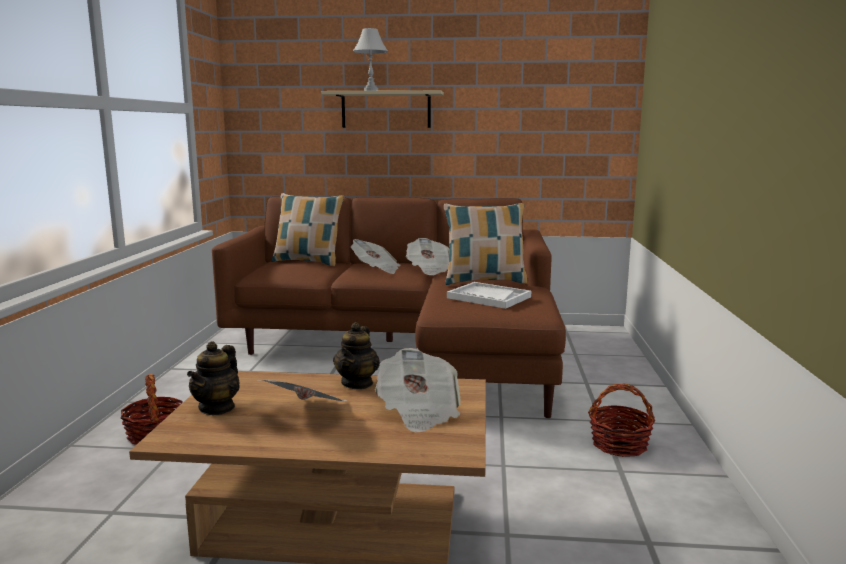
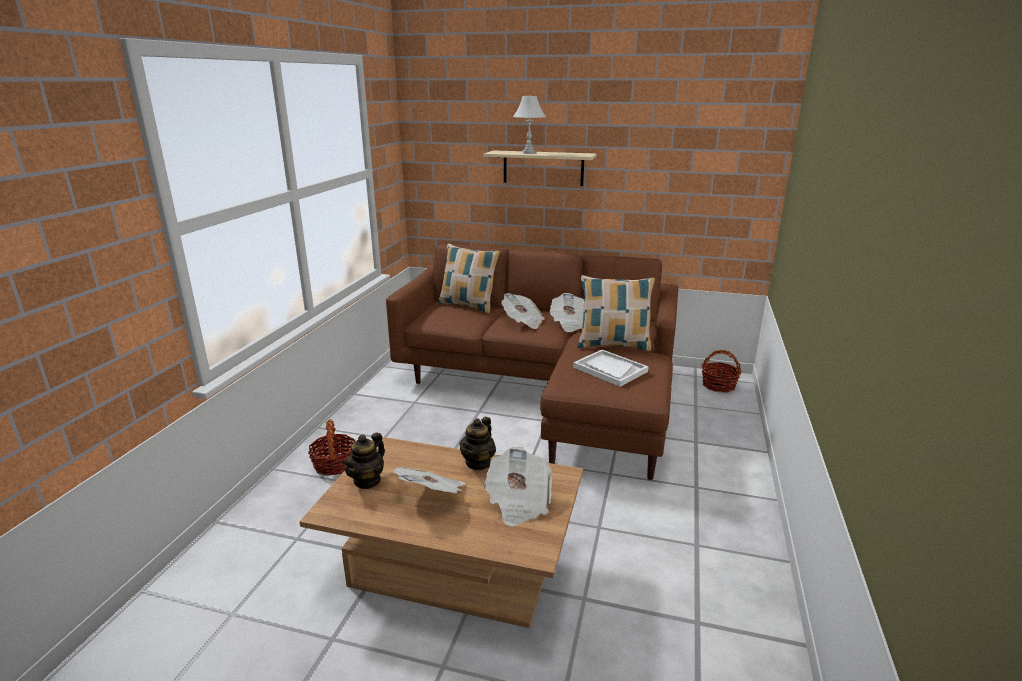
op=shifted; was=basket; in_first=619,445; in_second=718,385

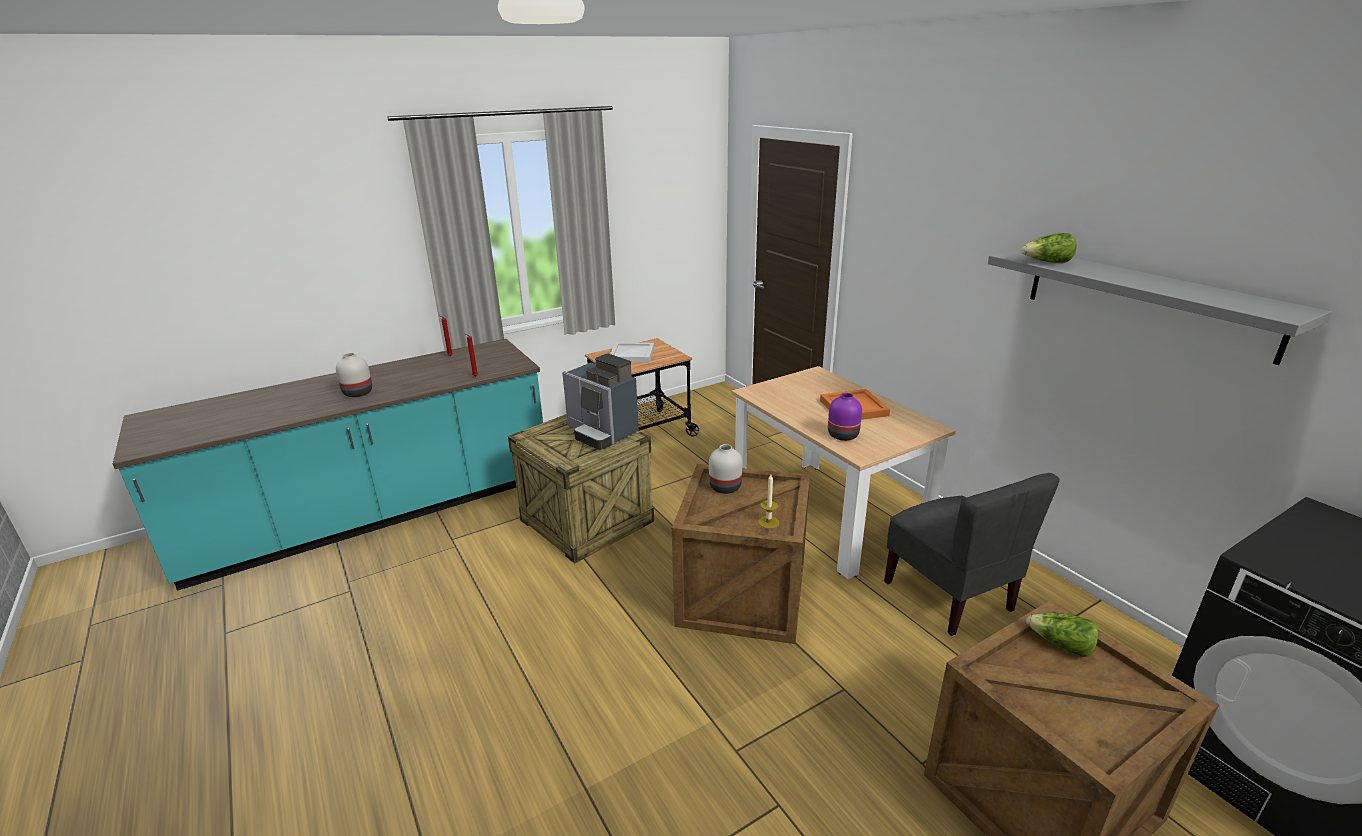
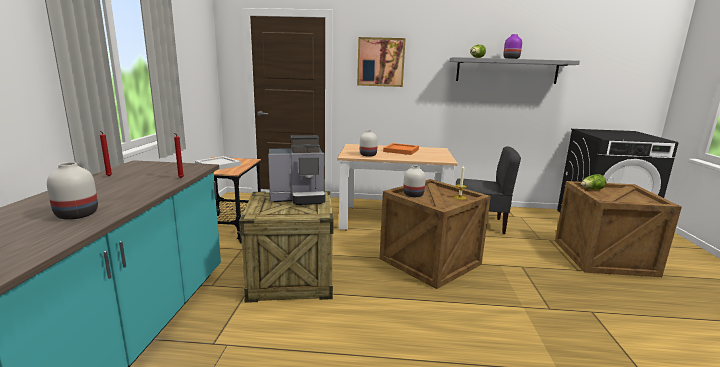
op=shifted; was=purple decorative vase; in_first=842,435; in_second=510,58
op=new; now=wall art; in_second=380,62
op=new; now=whitish decorative vase; in_second=367,155

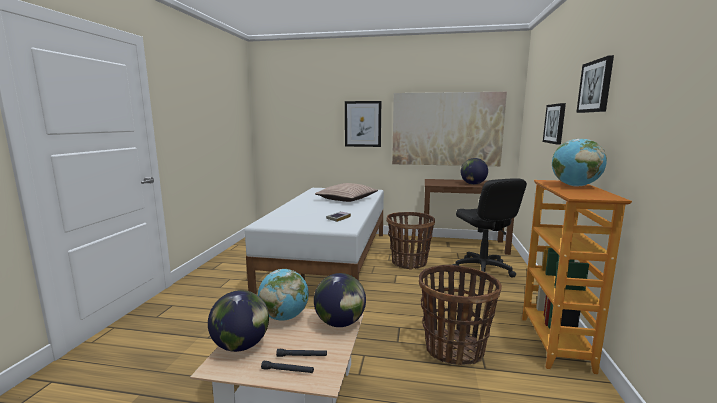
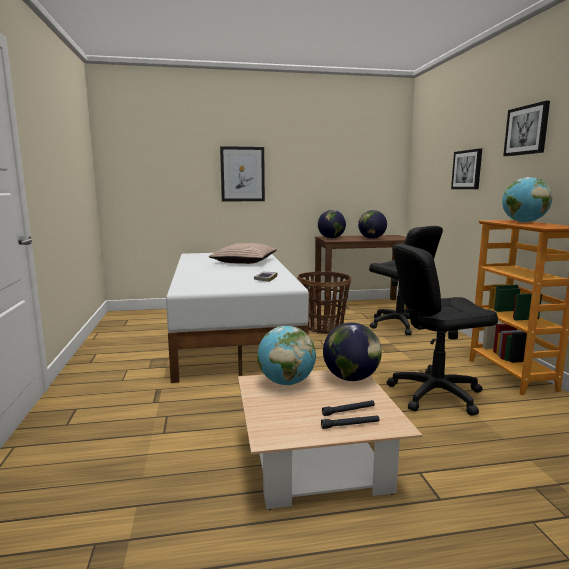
op=gone; was=wall art; in_first=446,129
op=swapped; was=basket; now=black office chair; in_first=454,348; in_second=435,394
op=shifted; was=world globe; in_first=241,346; in_second=331,238

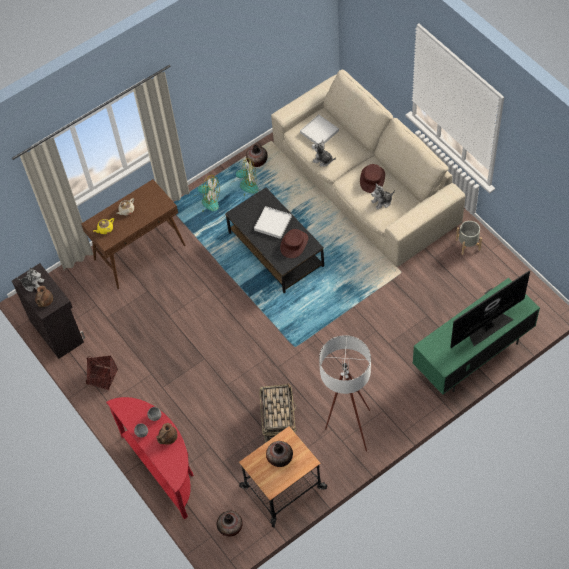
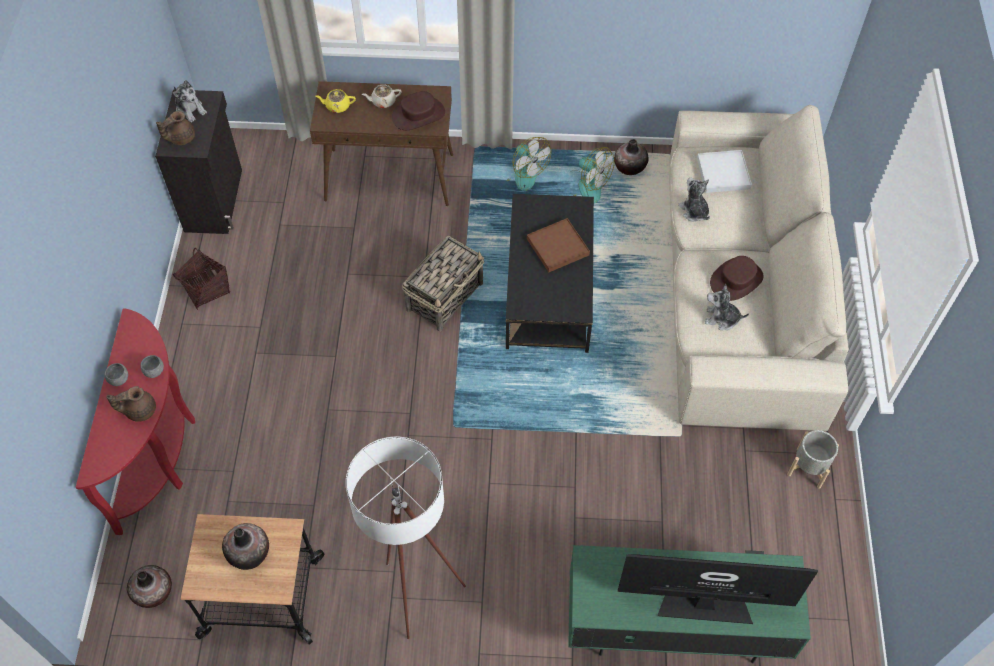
op=repainted; was=whitish tray; now=brown tray; in_first=272,223; in_second=557,247
op=shifted; was=brown clothing hat; in_first=294,244; in_second=418,114
op=shifted; was=basket; in_first=279,421; in_second=445,296

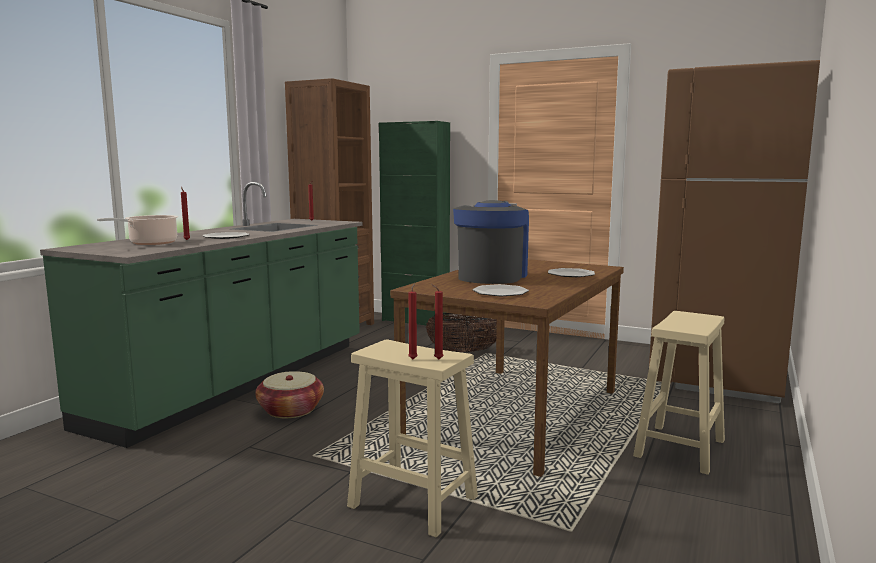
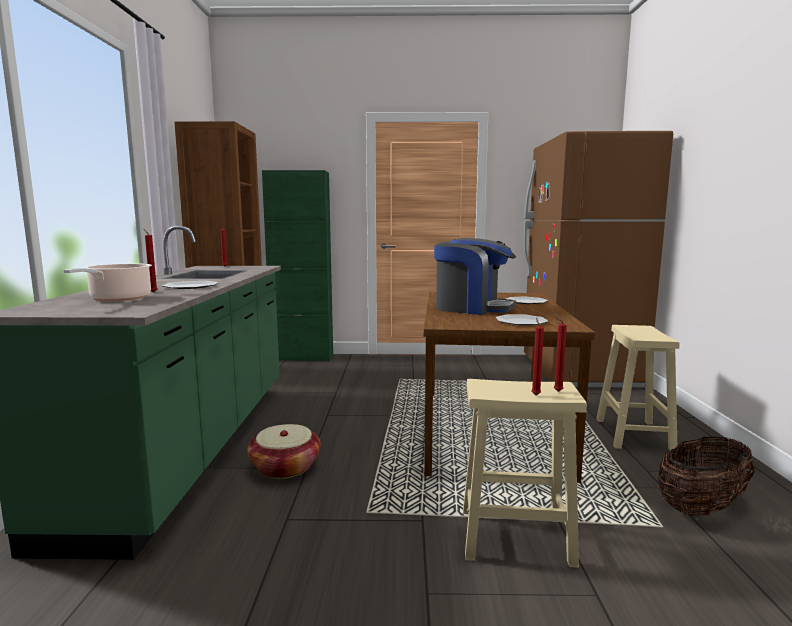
op=rotated; was=coffee brewer; in_first=491,276; in_second=472,308; clockwise=120
op=shifted; was=basket; in_first=464,351; in_second=701,507

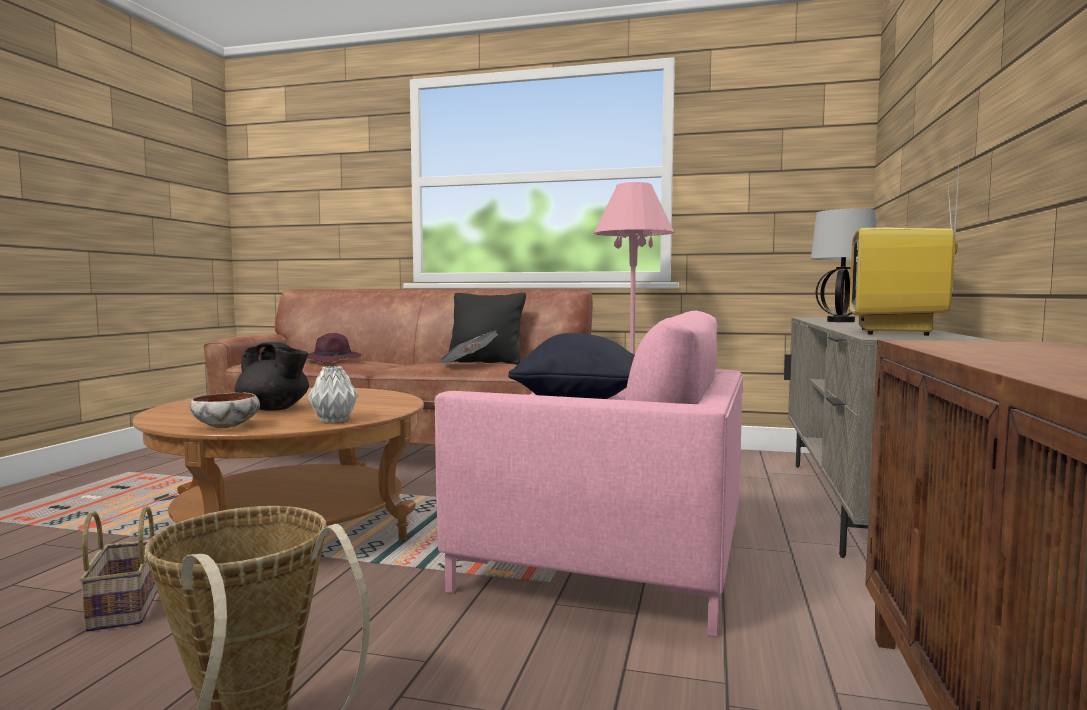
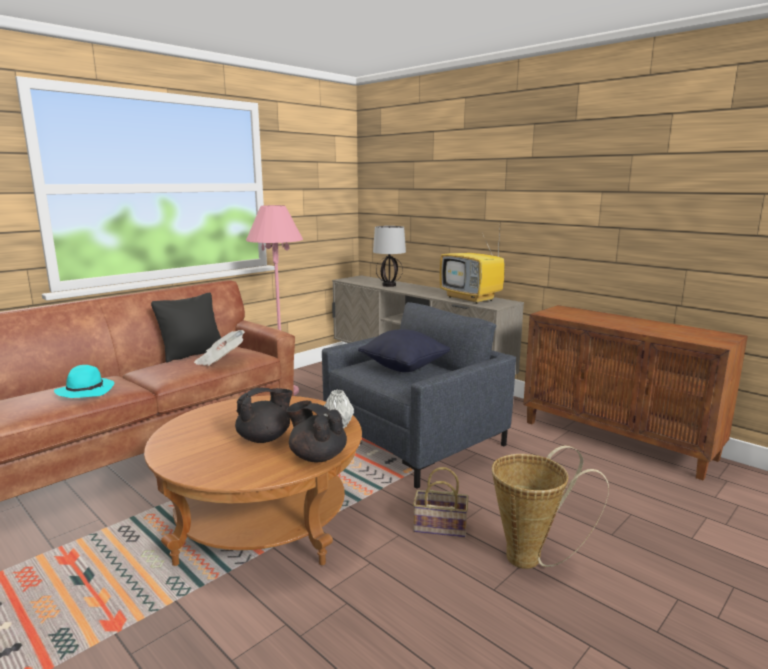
op=repainted; was=pink armchair; now=greyish armchair; in_first=606,557; in_second=416,441
op=repainted; was=purple clothing hat; now=turquoise clothing hat; in_first=333,360; in_second=86,391
op=swapped; was=deep dish; now=black pot for tea; in_first=227,426; in_second=317,456
op=shifted; was=basket; in_first=123,607; in_second=438,527

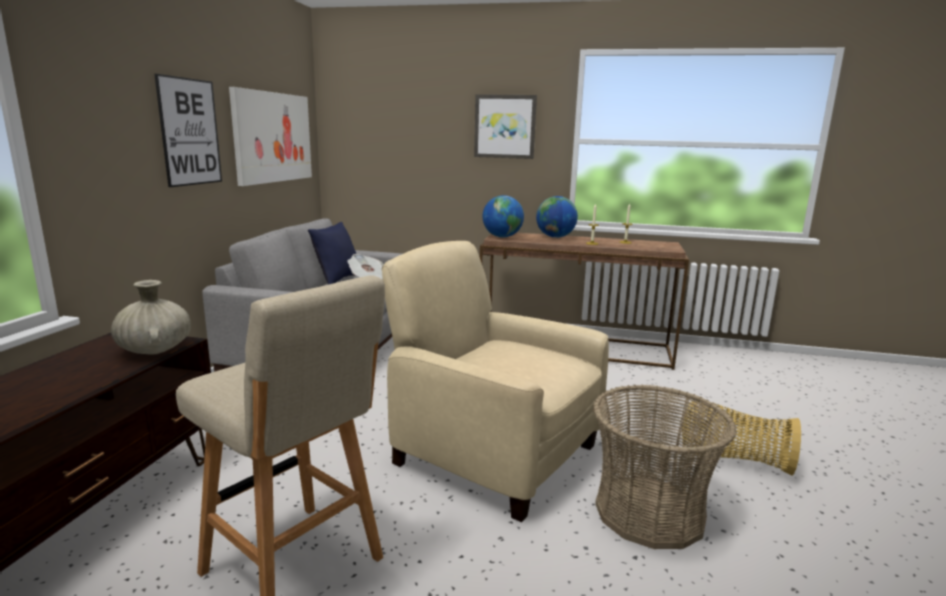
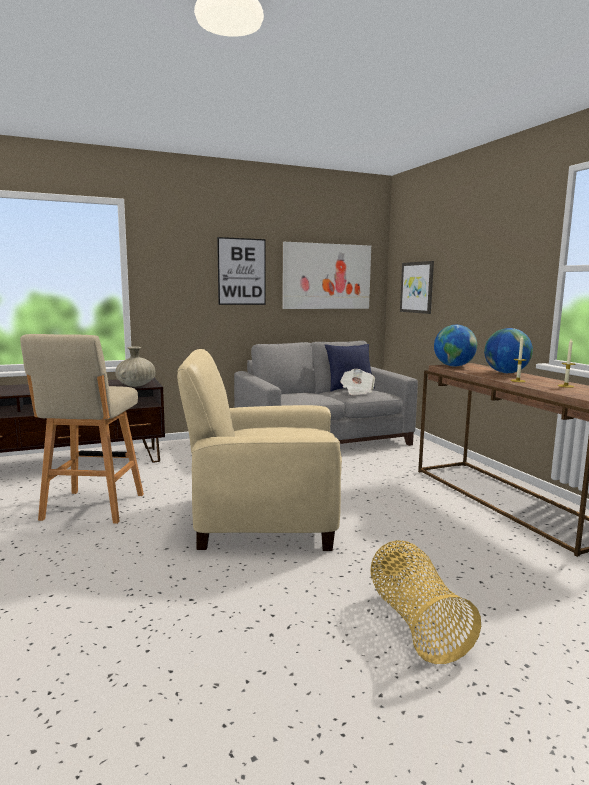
op=shifted; was=wall art; in_first=505,126; in_second=417,287
op=rotated; was=beige-coloured armchair; in_first=494,453; in_second=264,520; clockwise=-90
op=gone; was=basket; in_first=649,512

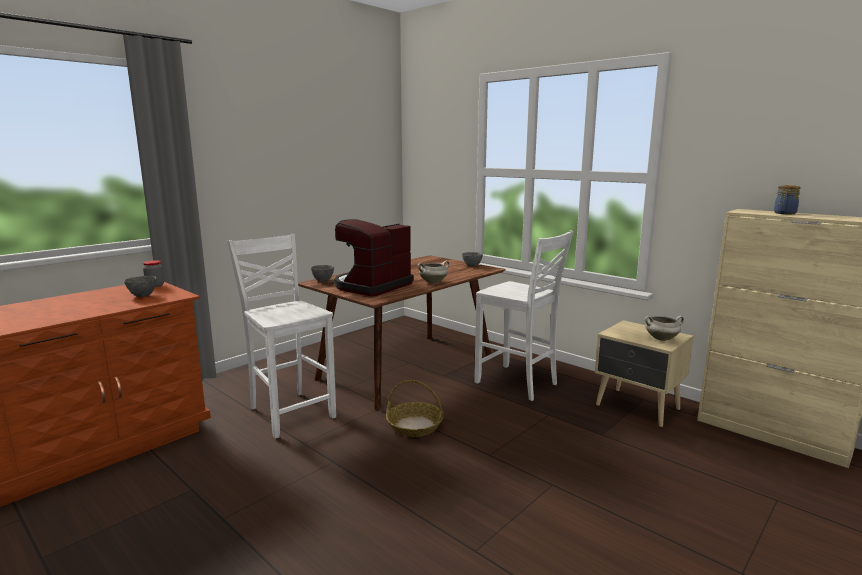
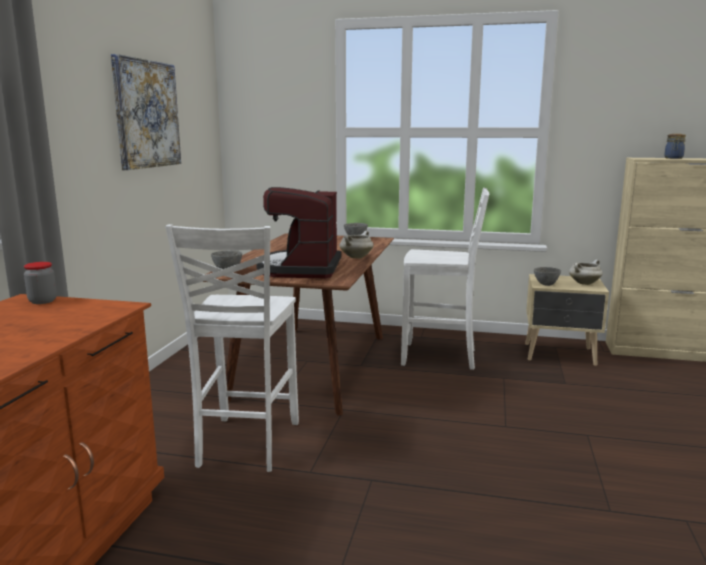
op=rotated; was=whitish plain chair; in_first=290,412; in_second=245,445; clockwise=-105
op=shifted; was=greyish deep dish; in_first=142,295; in_second=546,284
op=gone; was=basket; in_first=415,426
op=new; now=wall art; in_second=146,114

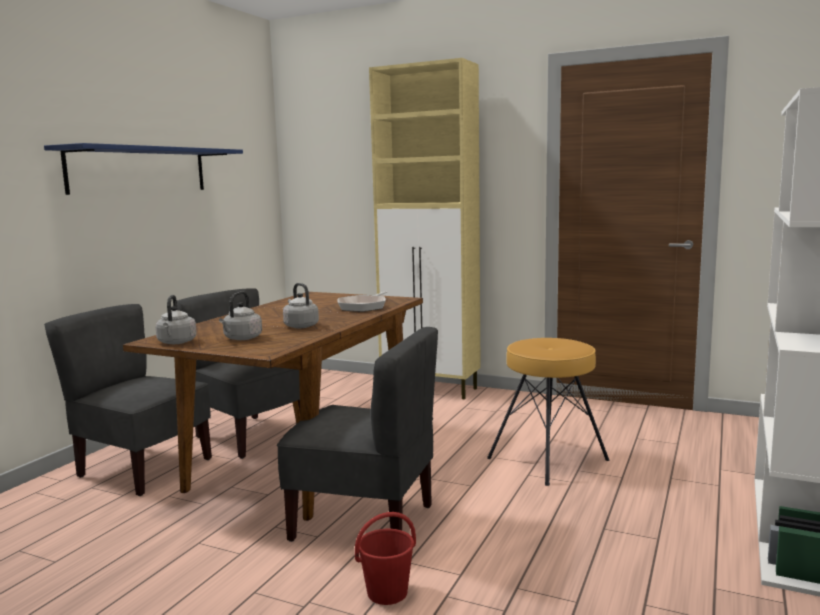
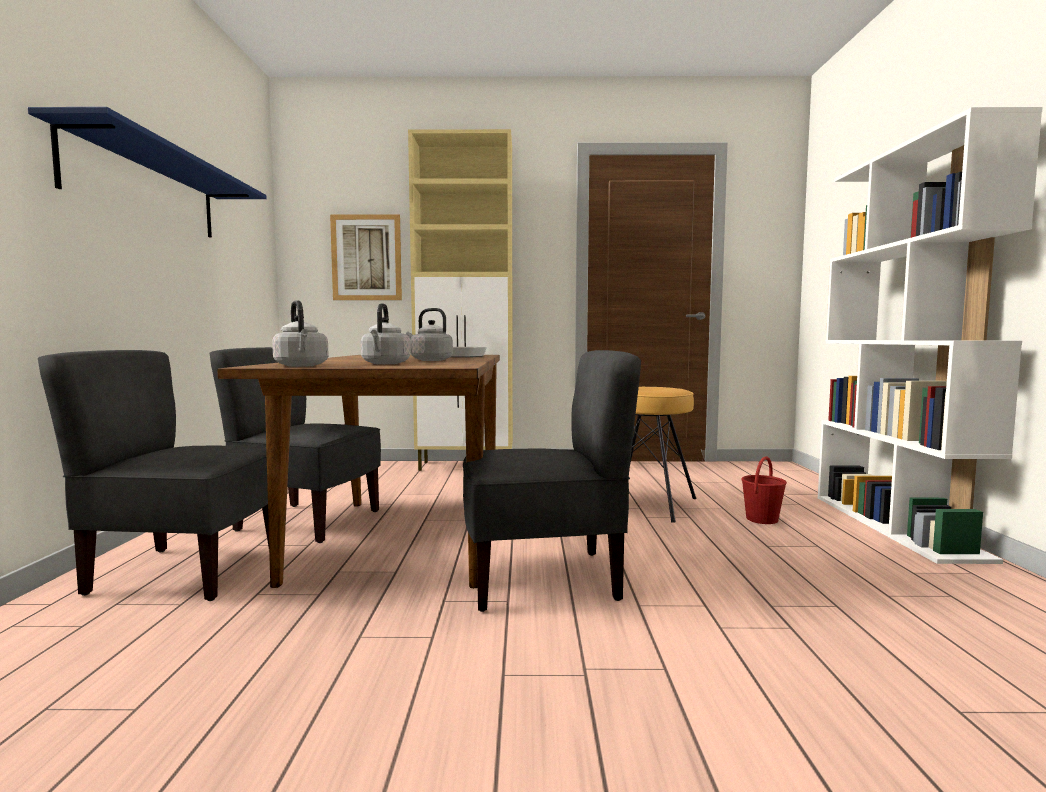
op=shifted; was=red water bucket; in_first=386,593; in_second=761,519
op=new; now=wall art; in_second=366,257

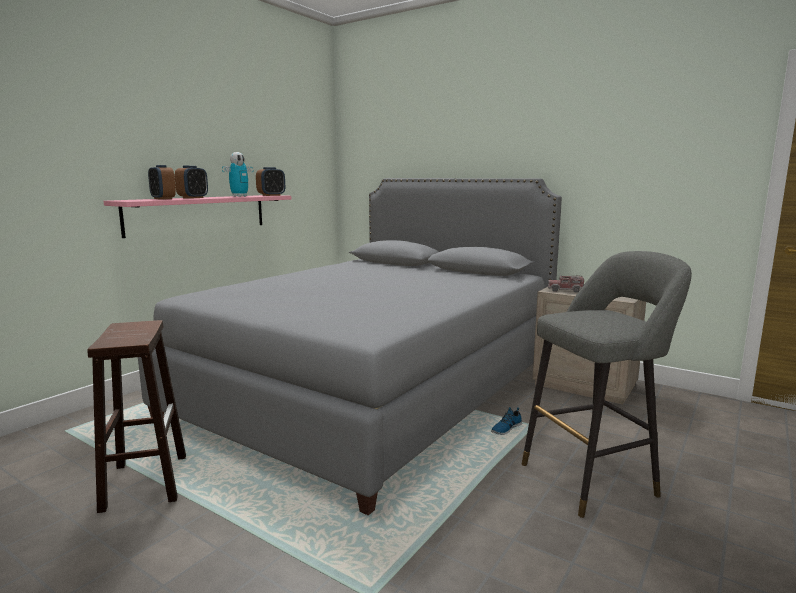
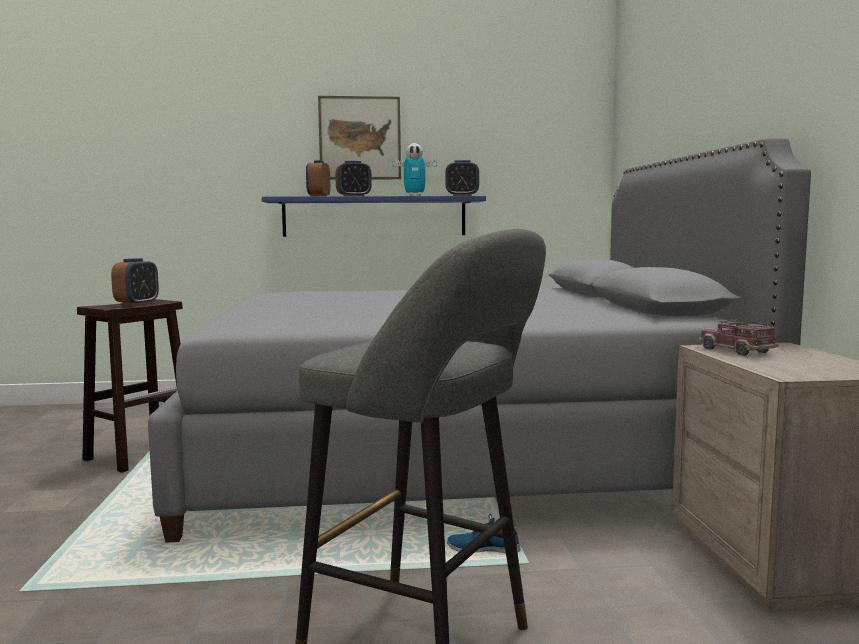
op=repainted; was=pink bracket shelf; now=blue-coloured bracket shelf; in_first=198,214; in_second=374,217
op=new; now=wall art; in_second=360,138
op=new; now=bedside clock; in_second=137,304

